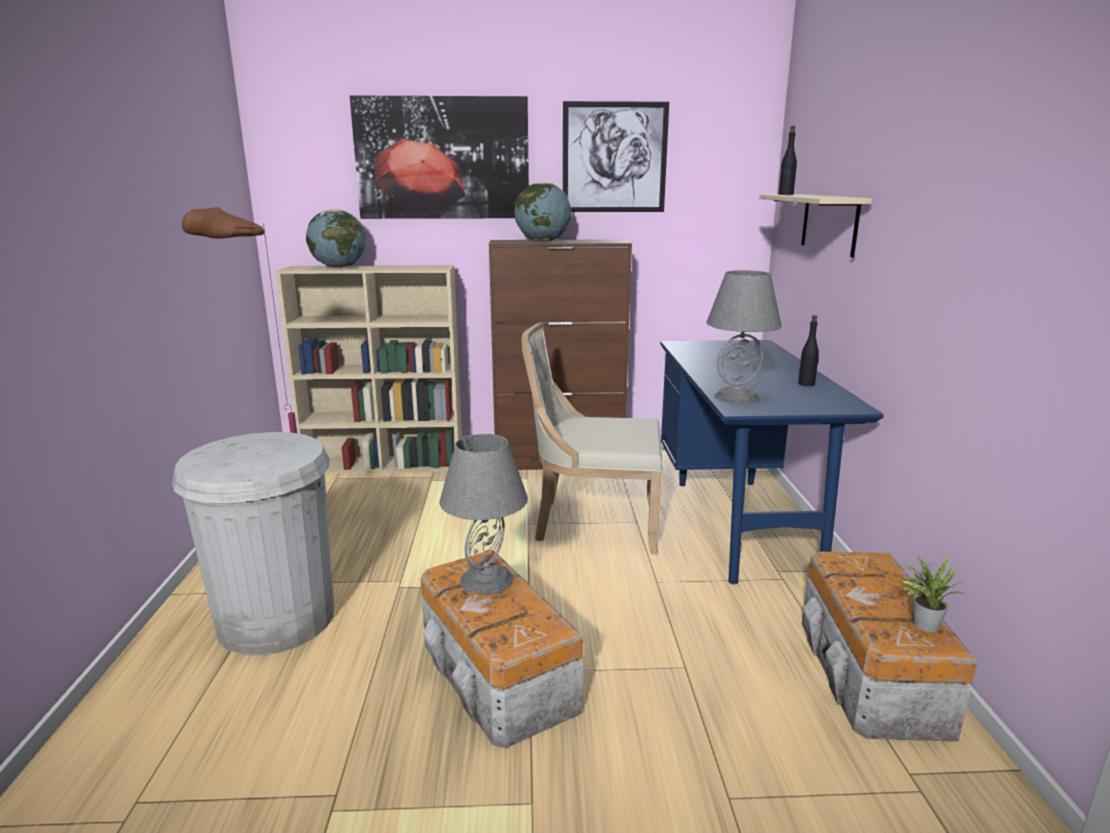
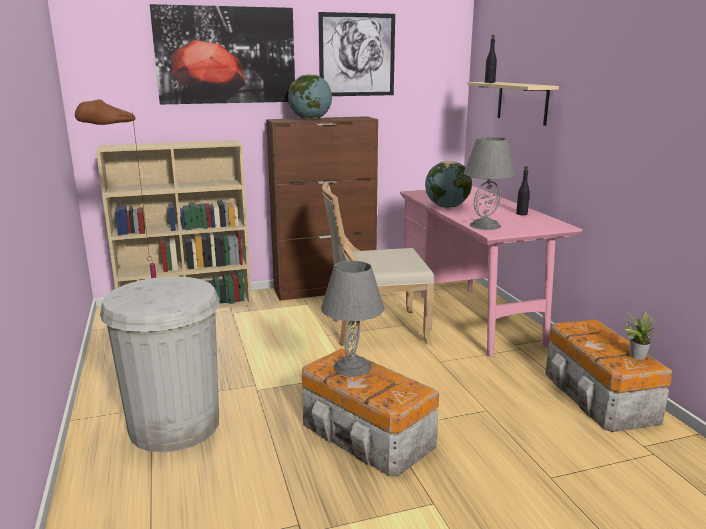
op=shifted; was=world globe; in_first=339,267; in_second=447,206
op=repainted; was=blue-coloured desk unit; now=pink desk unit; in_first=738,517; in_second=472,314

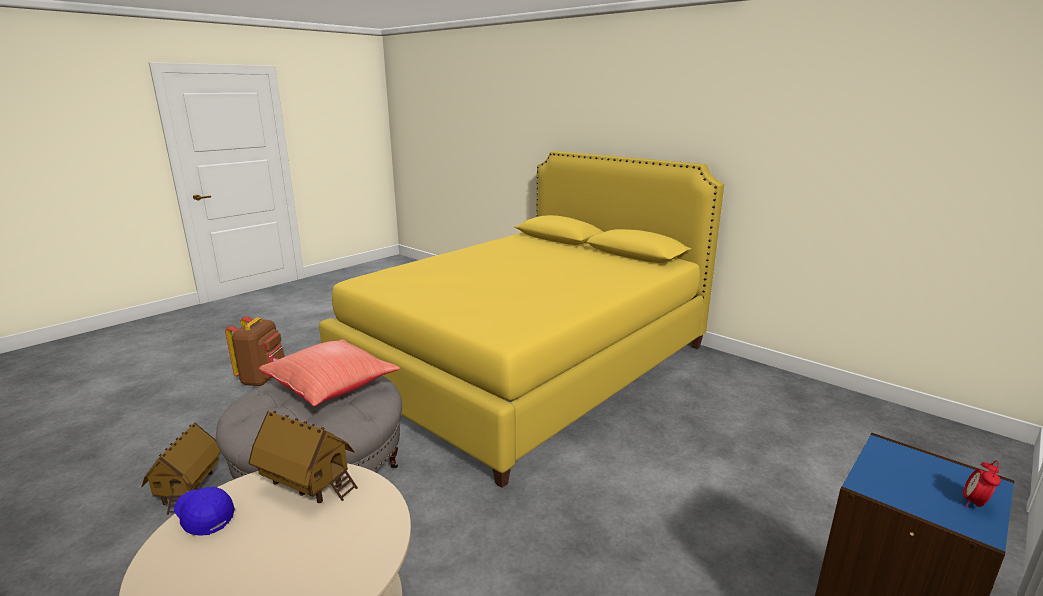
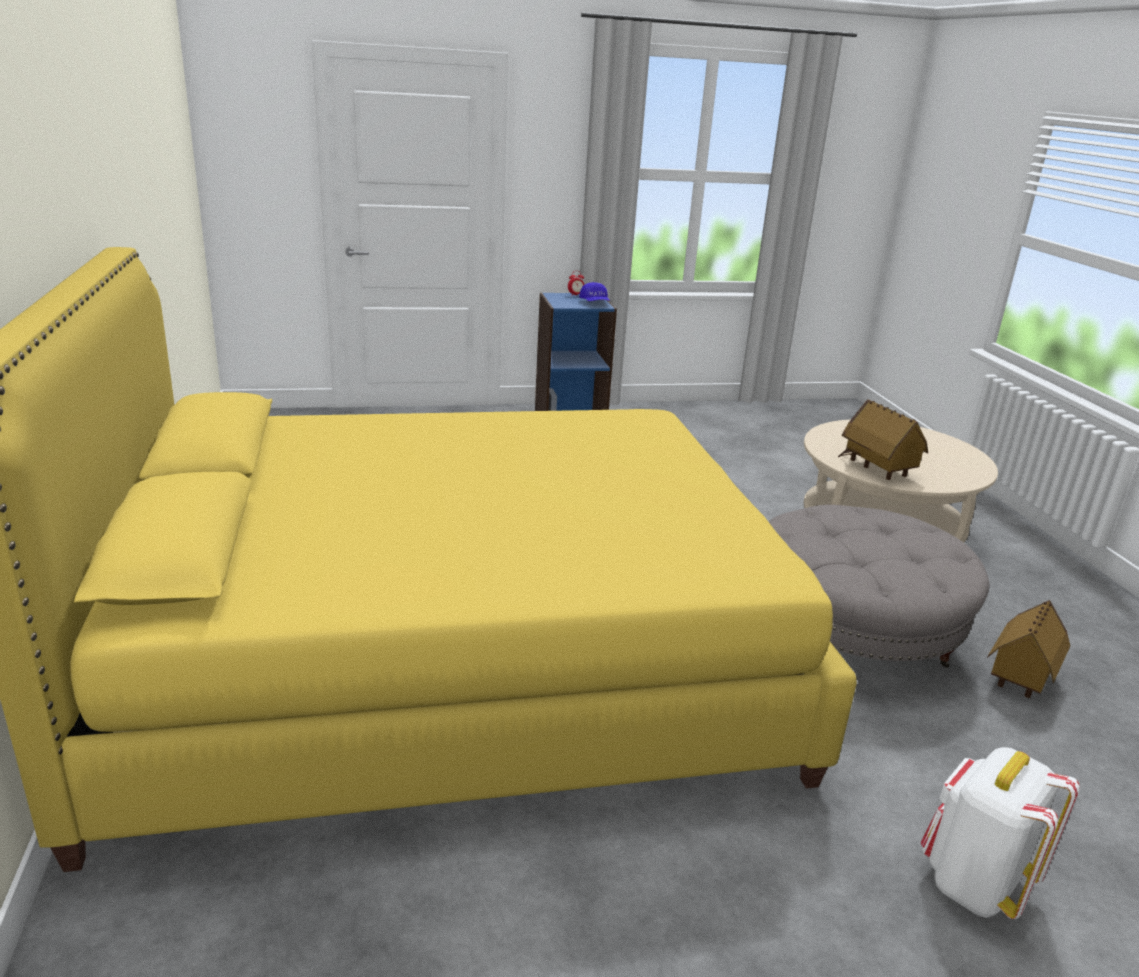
op=repainted; was=brown backpack; now=whitish backpack; in_first=263,379; in_second=973,883
op=gone; was=red throw pillow; in_first=332,388
op=shifted; was=blue-coloured peaked cap; in_first=204,516; in_second=594,302

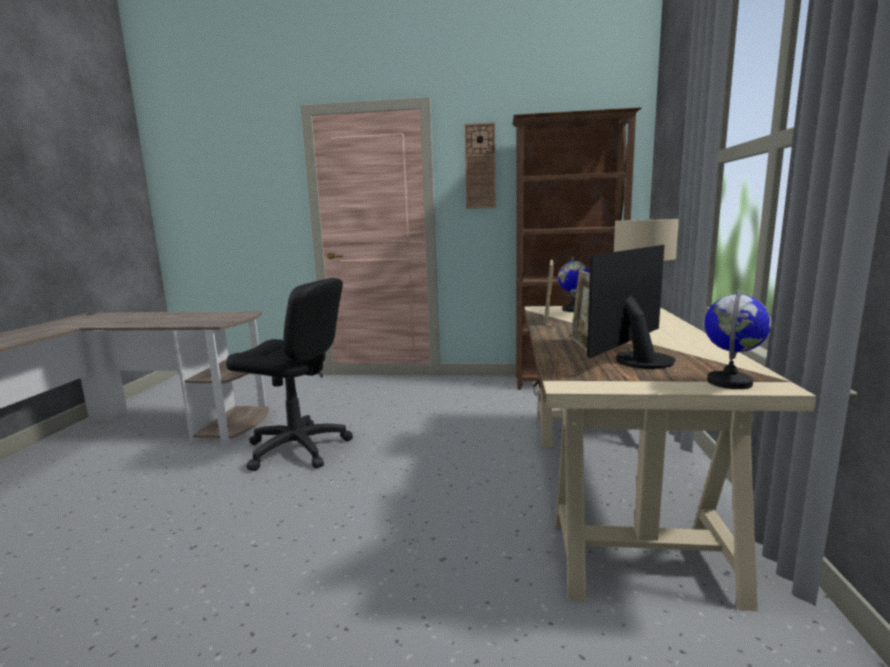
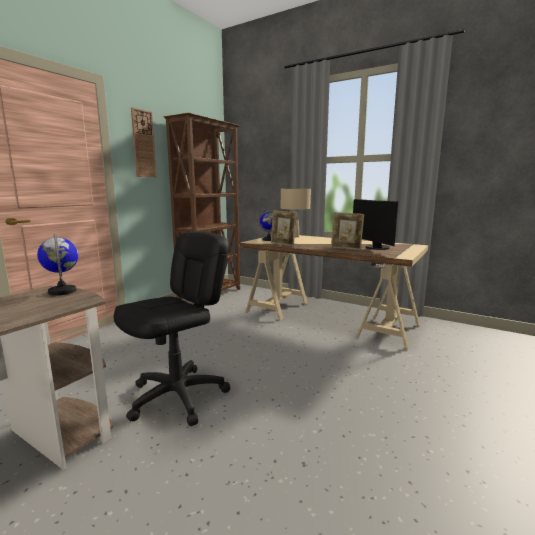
op=shifted; was=world globe; in_first=730,382; in_second=63,291

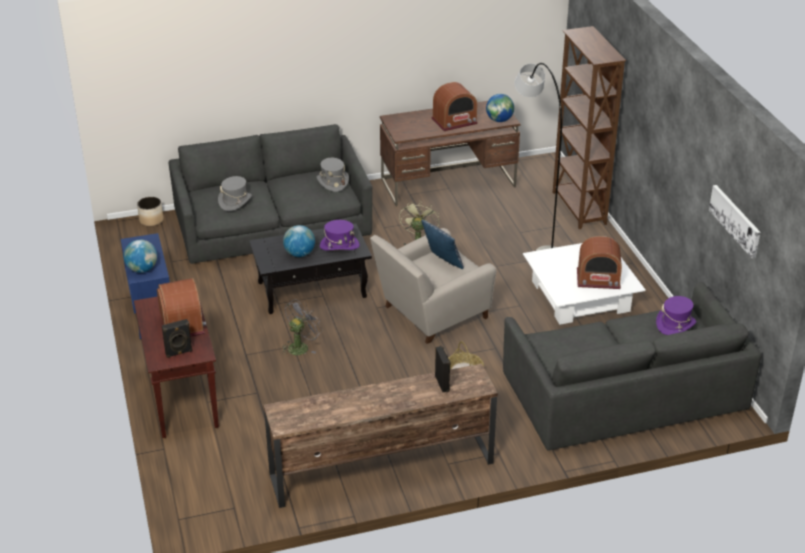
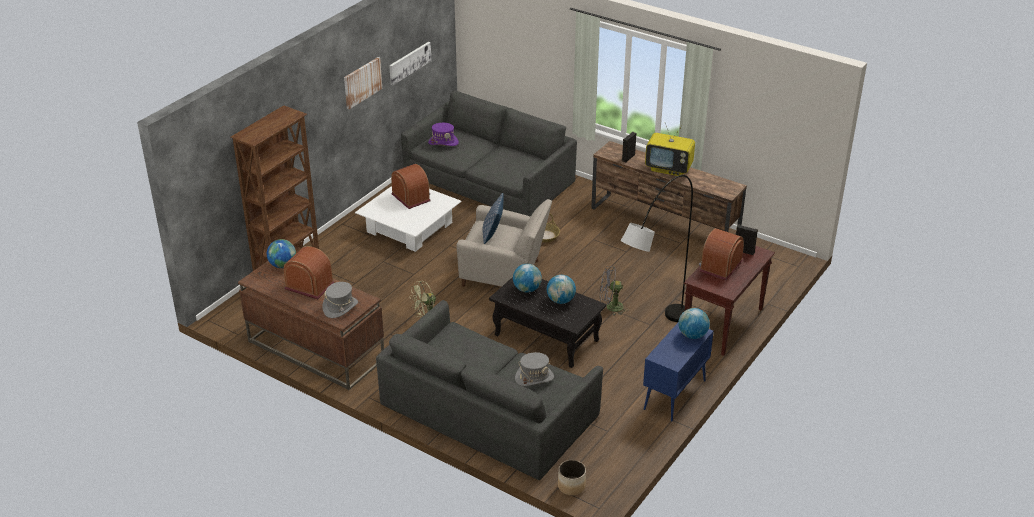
op=shifted; was=greyish floor lamp; in_first=533,228; in_second=651,338
op=shifted; was=greyish clothing hat; in_first=332,182; in_second=340,307
op=swapped; was=purple clothing hat; now=world globe; in_first=339,245; in_second=527,289
op=new; now=wall art; in_second=362,82
op=new; now=television; in_second=669,169

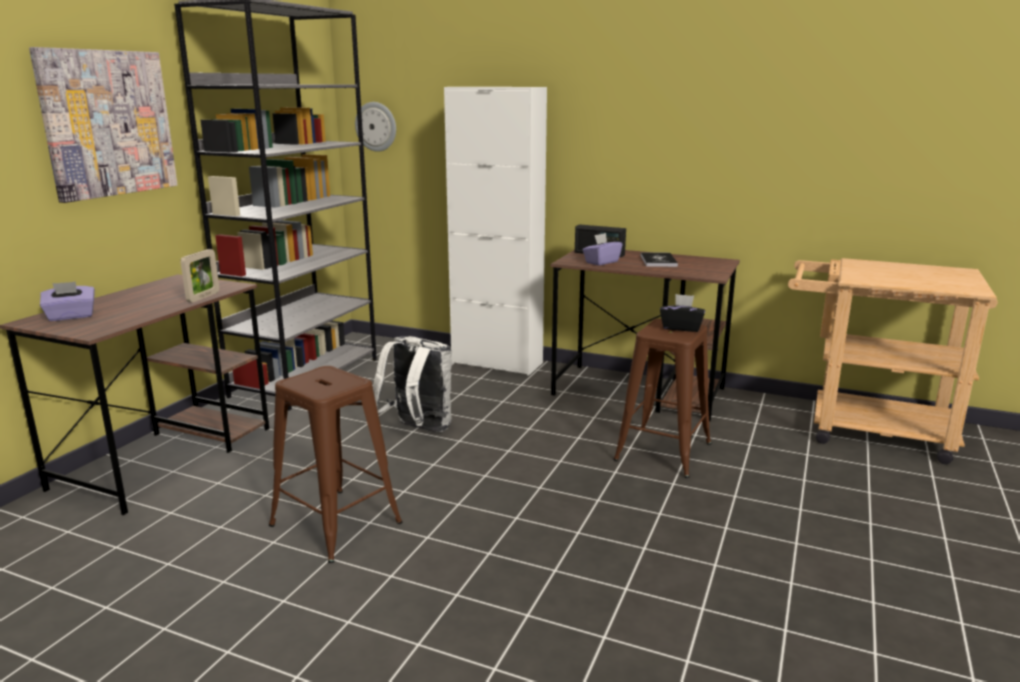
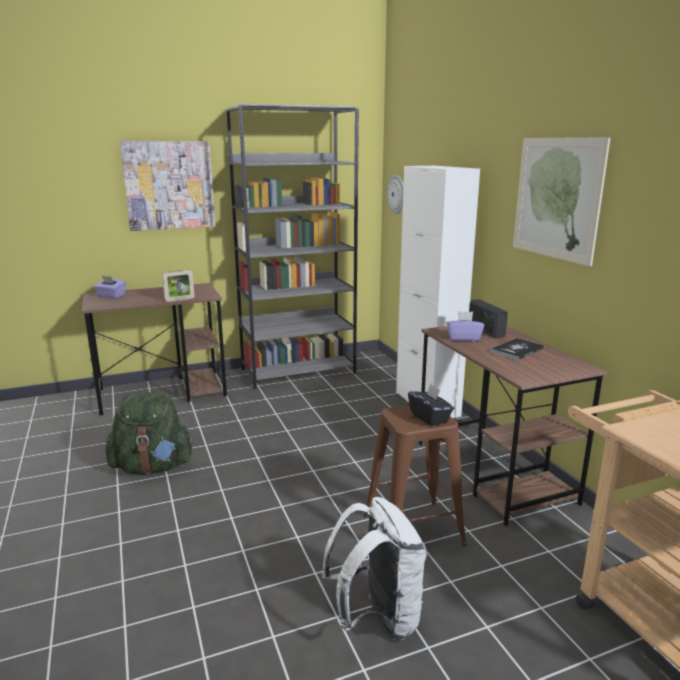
op=shifted; was=whitish backpack; in_first=418,430; in_second=377,618
op=swapped; was=brown stool; now=greenish backpack; in_first=335,524; in_second=153,467
op=new; now=wall art; in_second=556,198

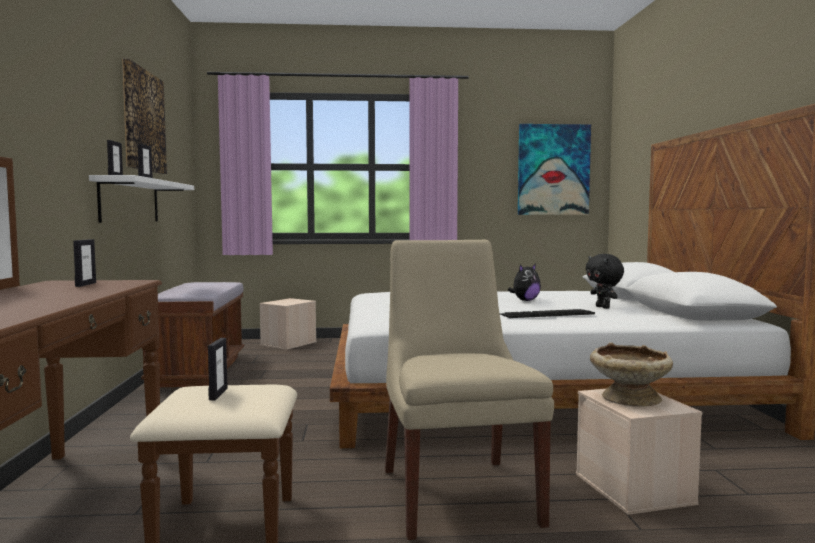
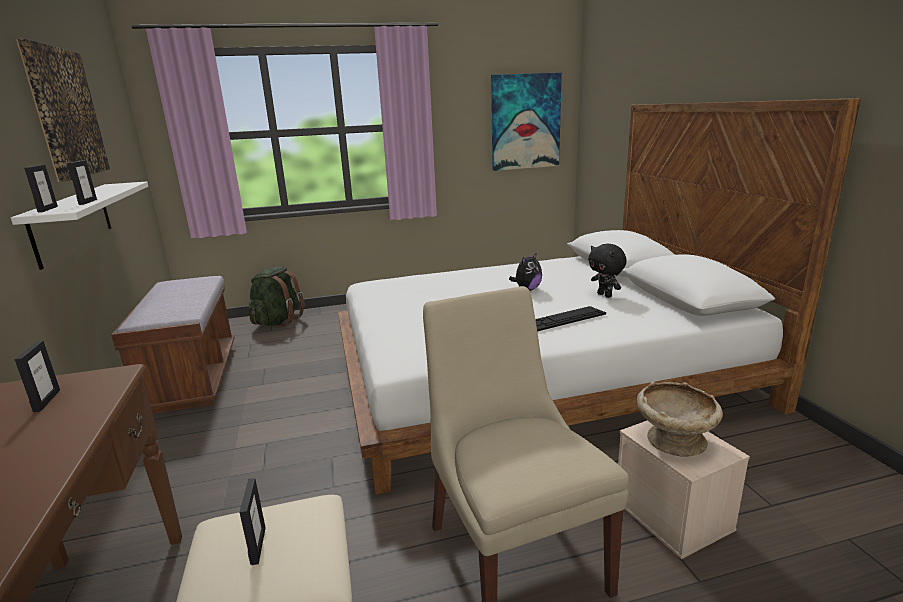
op=swapped; was=beige-coloured storage bin; now=greenish backpack; in_first=288,343; in_second=278,321

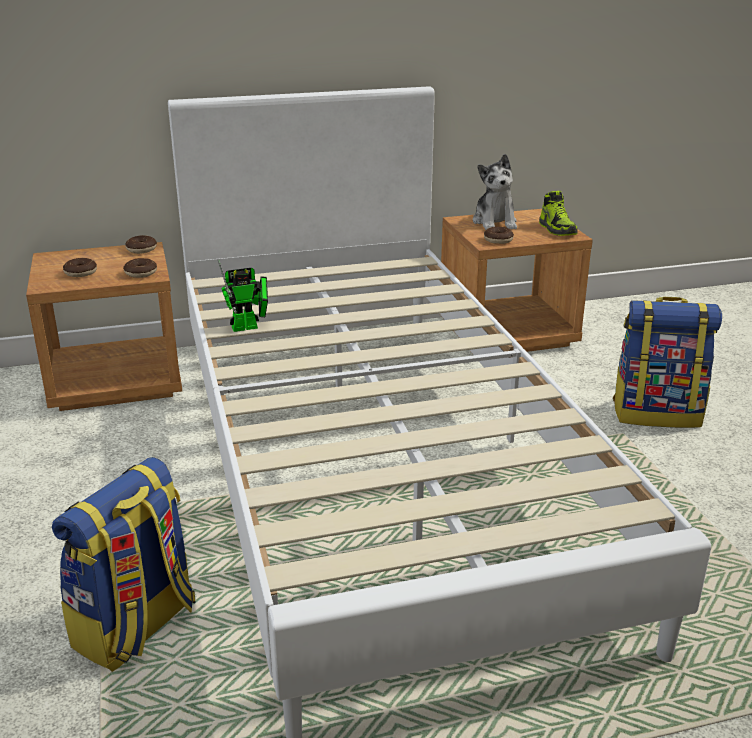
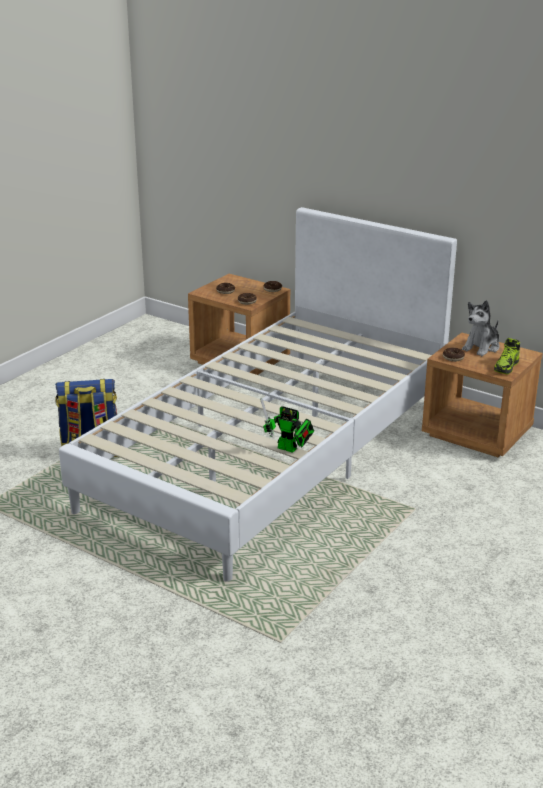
op=shifted; was=model robot; in_first=249,327; in_second=289,449
op=gone; was=backpack; in_first=657,413

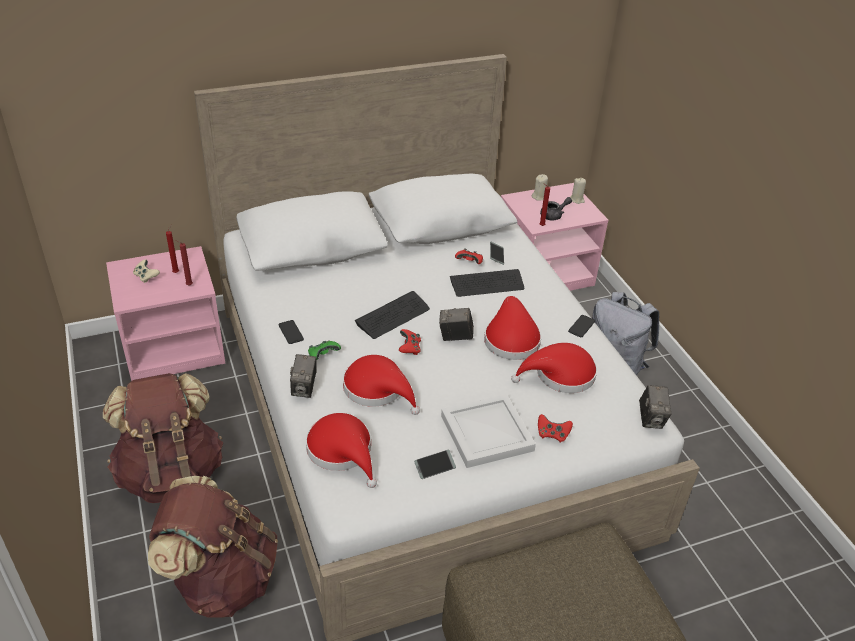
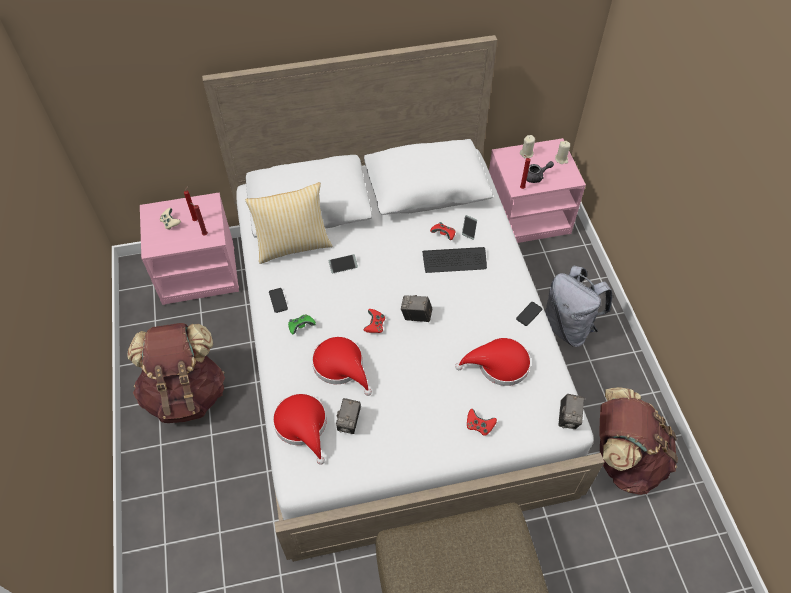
op=gone; was=computer keyboard; in_first=393,316
op=gone; was=red clothing hat; in_first=511,338
op=shifted; was=still camera; in_first=304,388; in_second=349,422
op=gone; was=whitish tray; in_first=488,433
op=shifted; was=phone; in_first=435,467; in_second=343,265
op=shifted; was=brown backpack; in_first=221,579; in_second=623,458
op=new; now=throw pillow; in_second=293,245

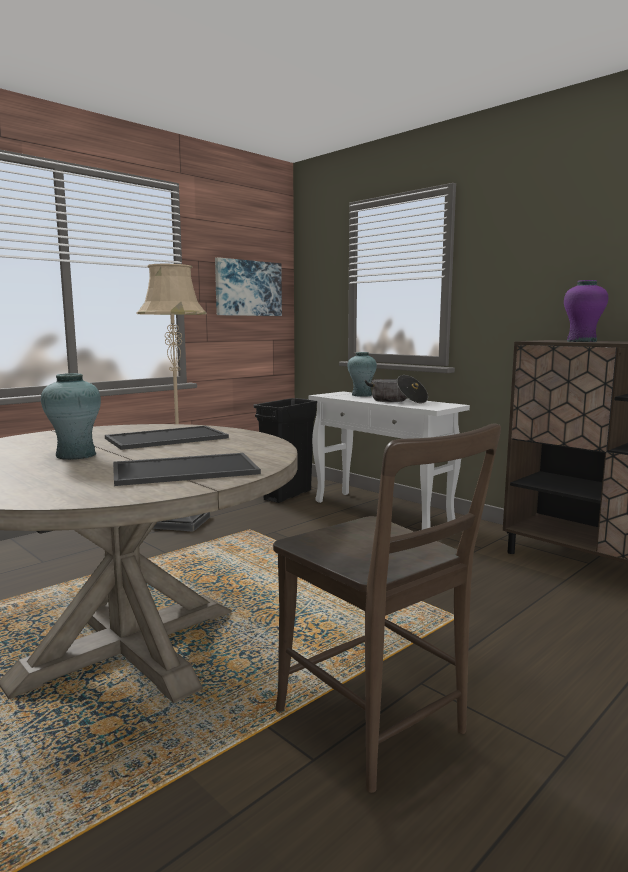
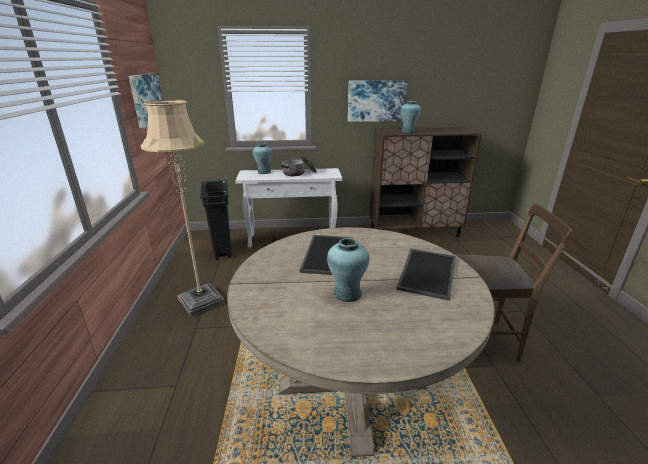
op=repainted; was=purple decorative vase; now=turquoise decorative vase; in_first=581,341; in_second=408,132
op=new; now=wall art; in_second=376,101

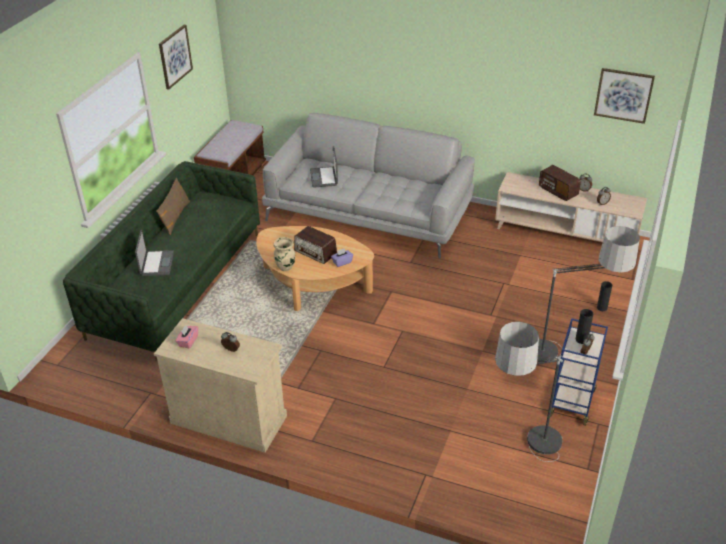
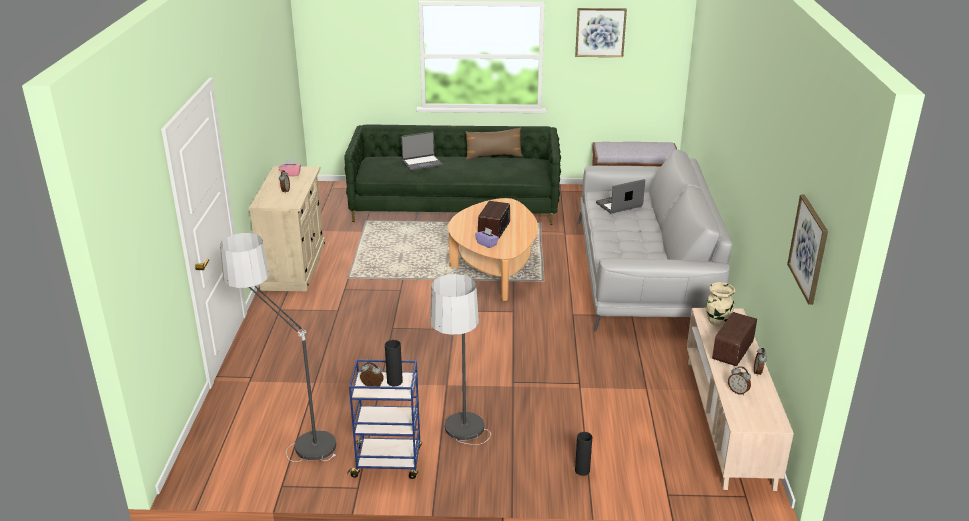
op=shifted; was=beige-coloured decorative vase; in_first=285,267; in_second=717,322

